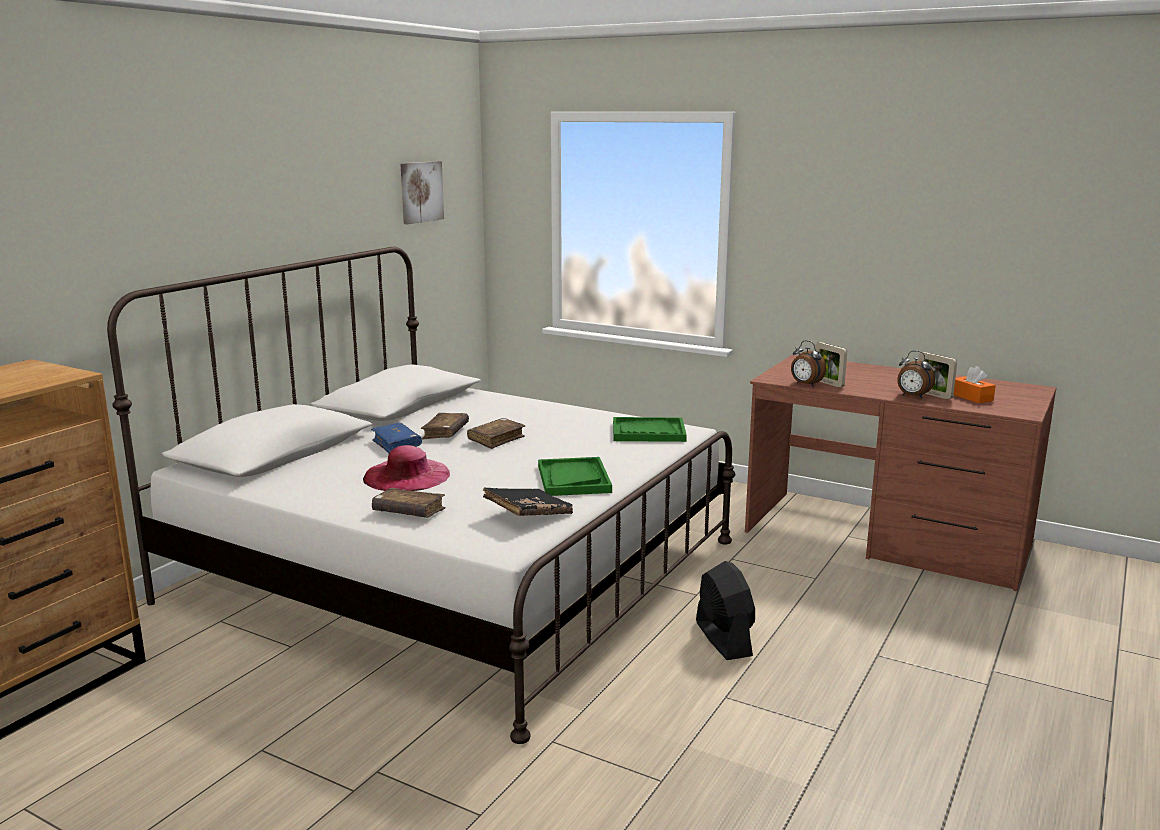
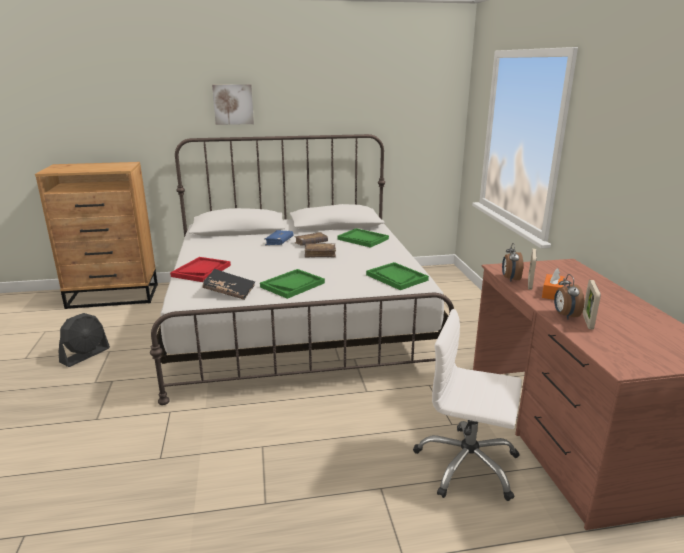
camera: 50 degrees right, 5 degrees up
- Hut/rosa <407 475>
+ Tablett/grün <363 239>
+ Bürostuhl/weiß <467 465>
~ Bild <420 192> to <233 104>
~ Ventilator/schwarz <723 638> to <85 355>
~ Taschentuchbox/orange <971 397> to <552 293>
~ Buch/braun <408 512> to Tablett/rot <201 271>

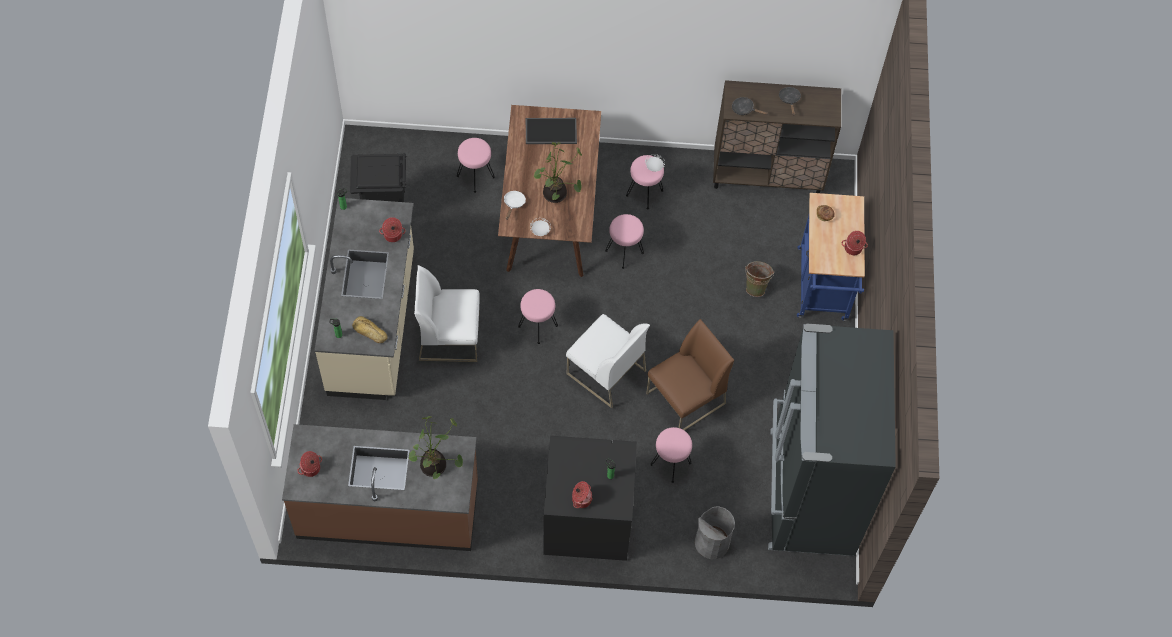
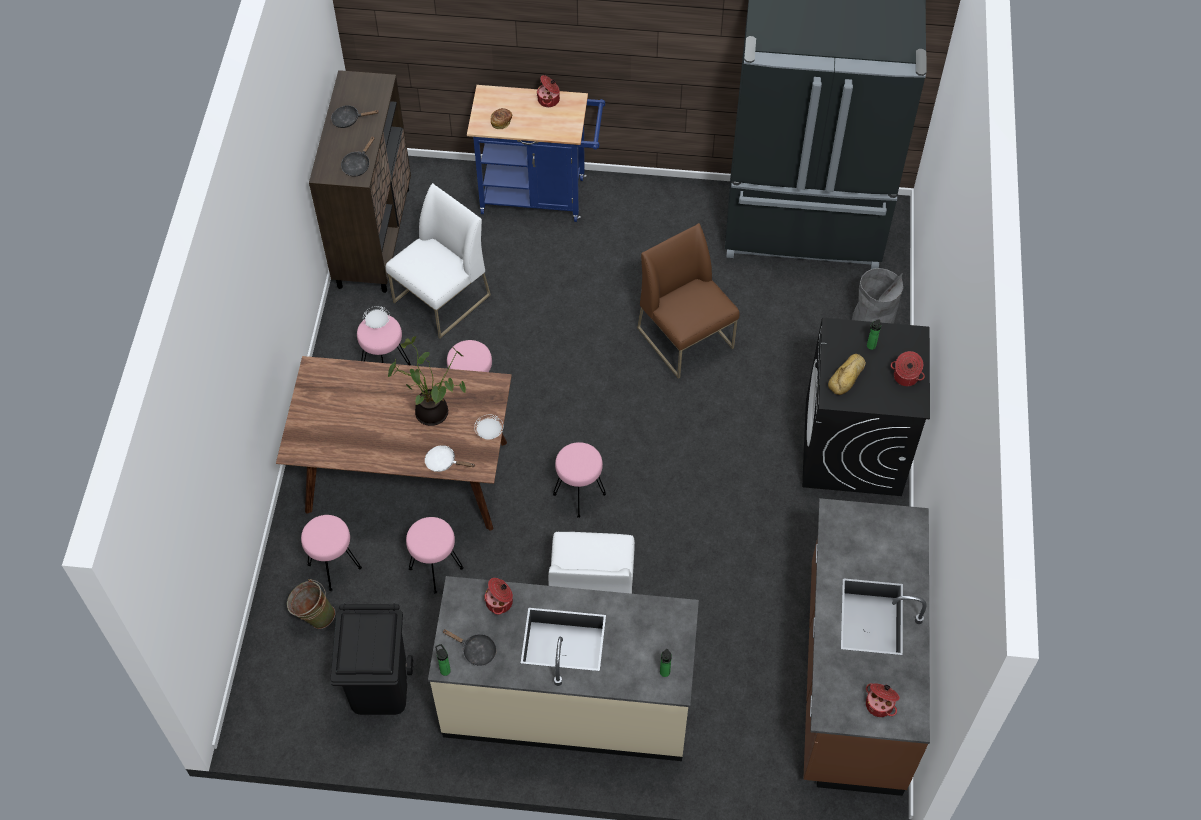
camera: 85 degrees left, 5 degrees down
- Topfpflanze <435 466>
- Tablett <550 132>
+ Pfanne/schwarz <476 651>
~ Brot <369 332> to <848 377>
~ Stuhl/weiß <605 372> to <442 299>
~ Hocker/rosa <670 463> to <435 569>
~ Eimer/grün <756 286> to <314 616>

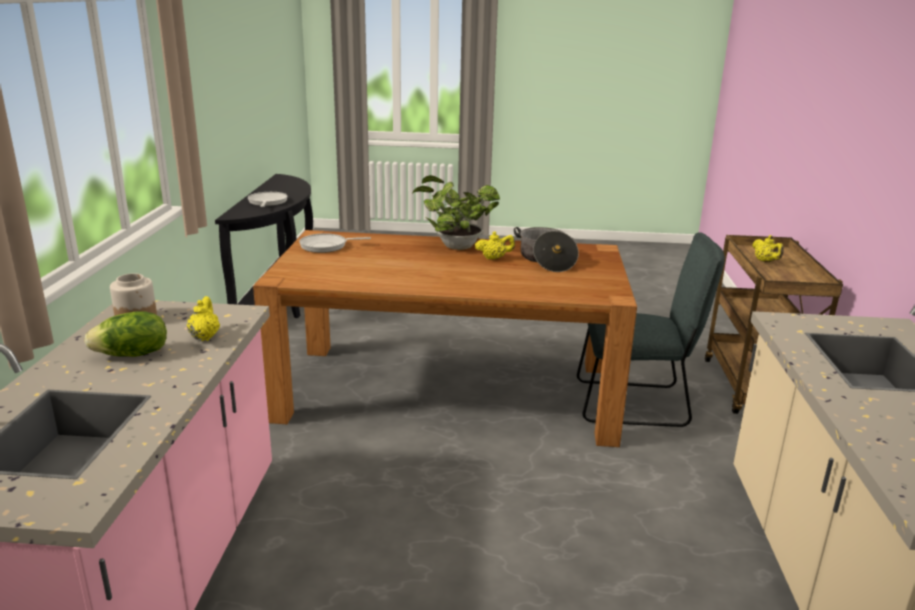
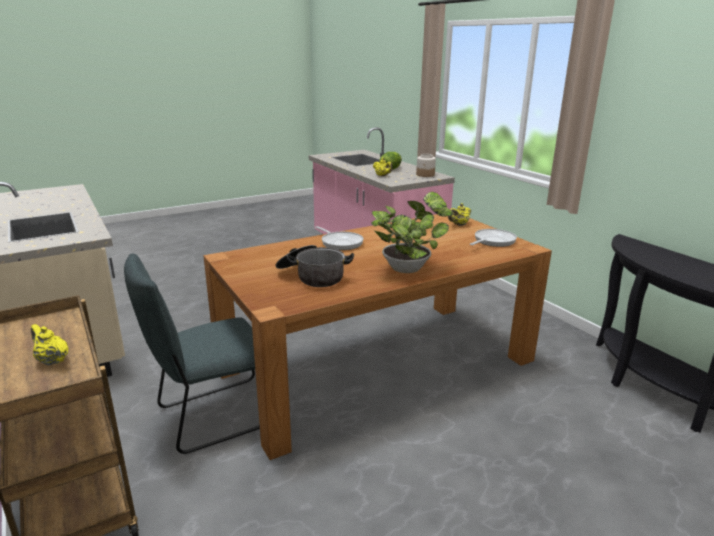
camera: 145 degrees right, 0 degrees up
~ Pfanne <267 202> to <340 243>
~ Teekanne/gelb <494 258> to <459 225>

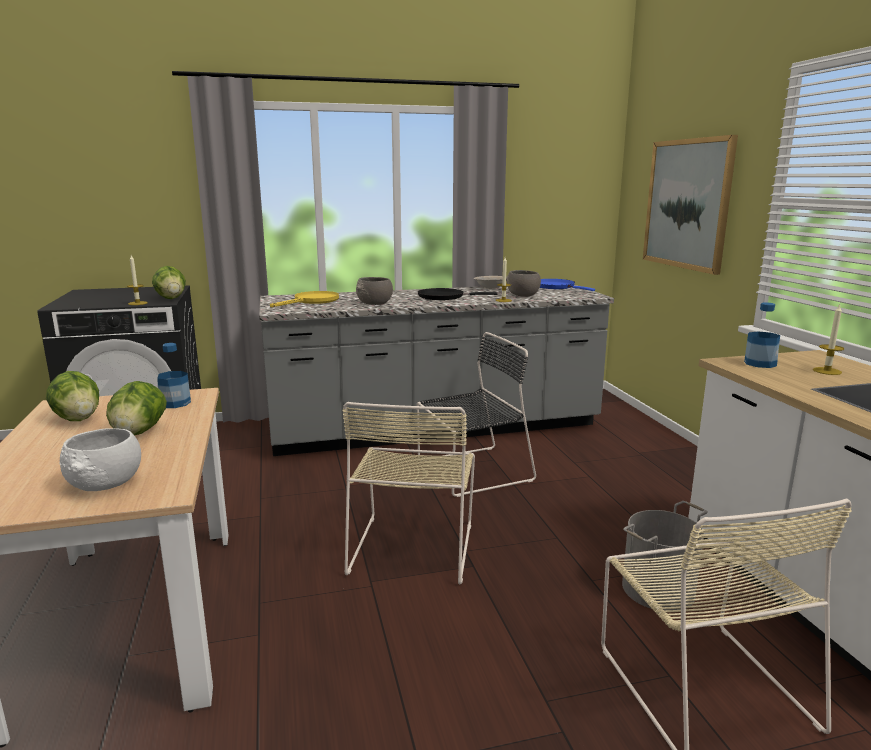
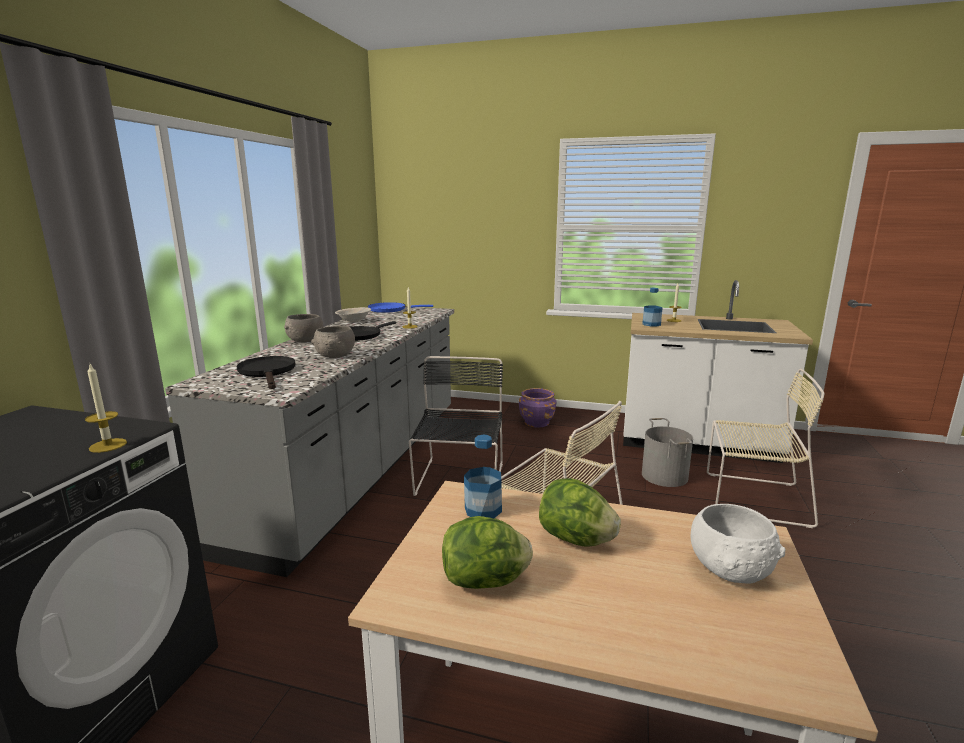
camera: 60 degrees left, 0 degrees up
- Salatkopf <171 298>
- Bild <687 204>
+ Pflanzkübel/lila <537 422>
~ Schüssel/grau <522 295> to <305 340>
~ Pfanne/gelb <312 301> to Pfanne/schwarz <268 372>

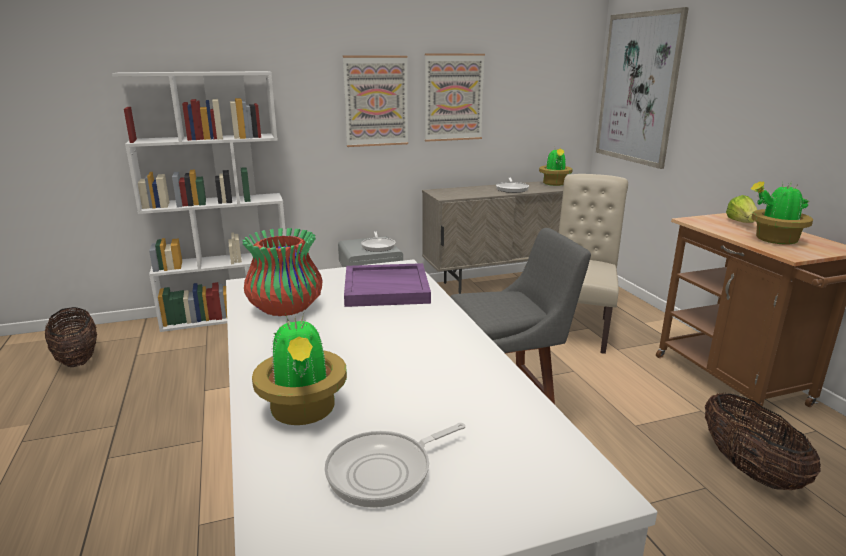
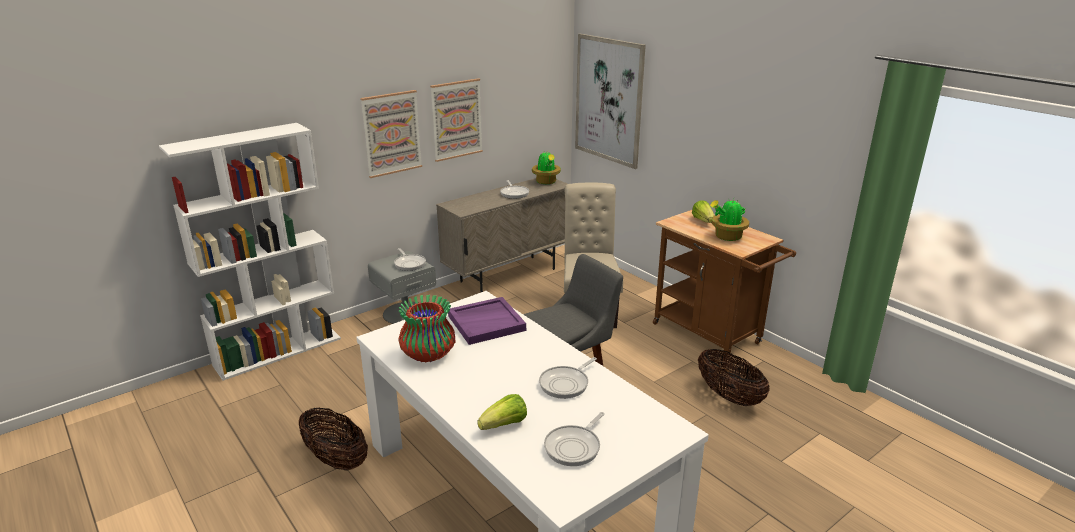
camera: 20 degrees left, 5 degrees up
+ Pfanne <566 384>
~ Korb <77 359> to <336 459>
~ Topfpflanze <303 411> to Salatkopf <505 425>

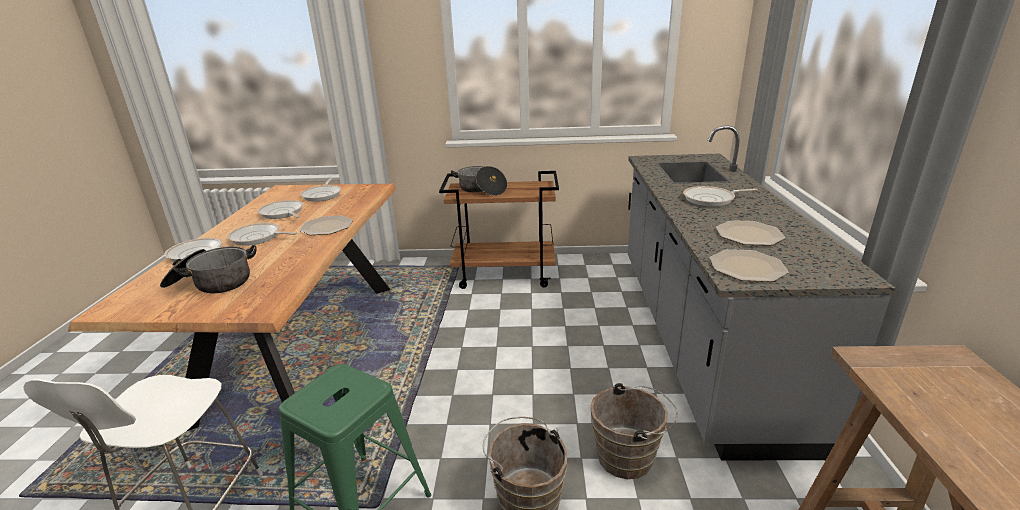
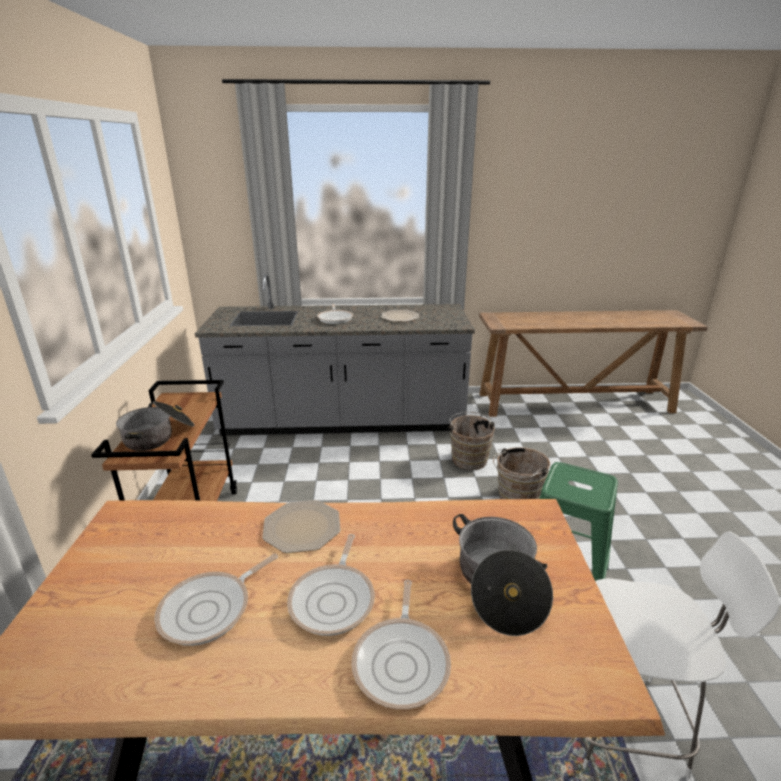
camera: 95 degrees left, 0 degrees up
- Pfanne <323 195>
- Teller <746 267>

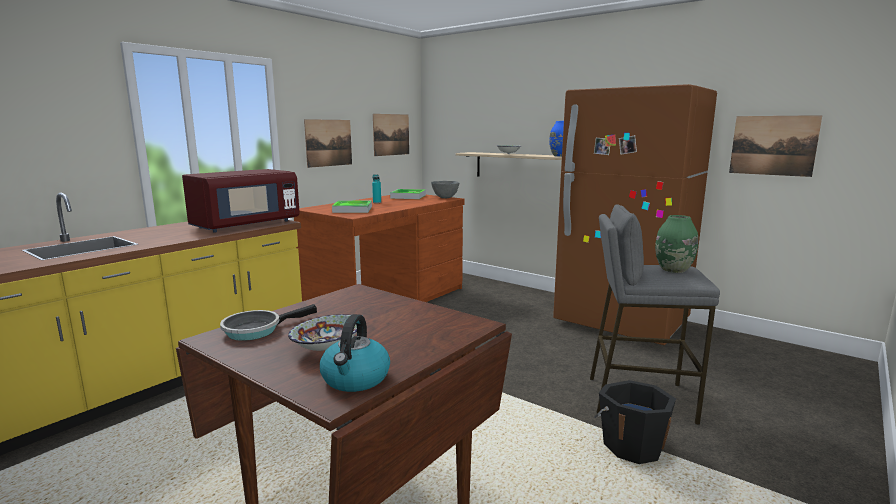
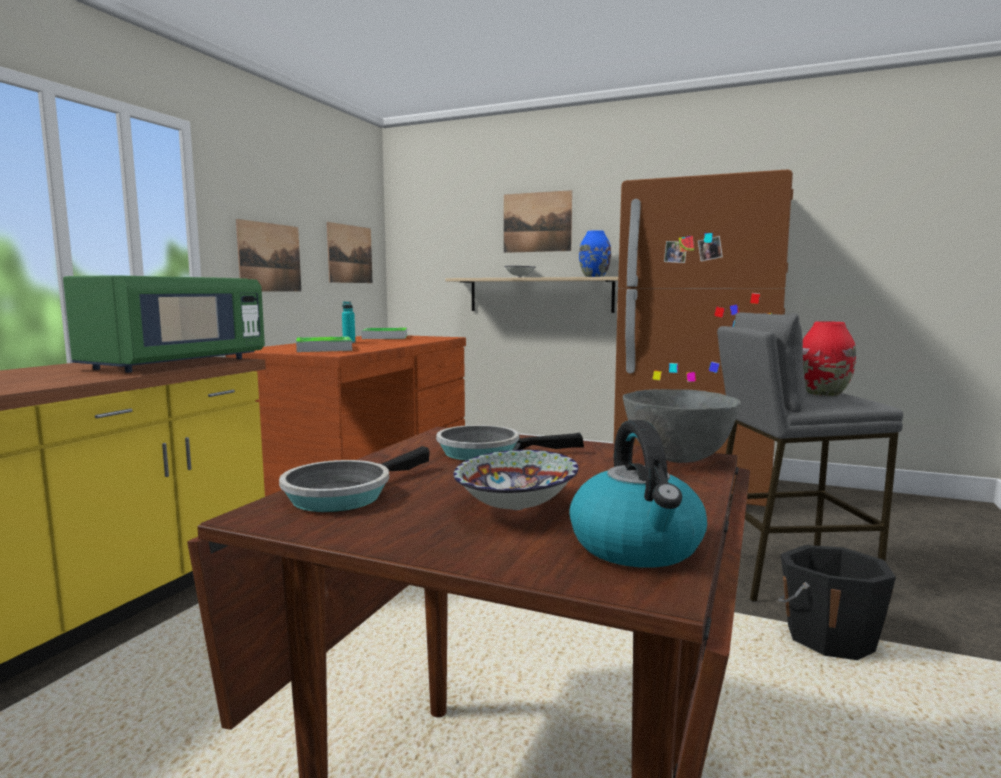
camera: 15 degrees left, 5 degrees down
+ Pfanne <486 452>
~ Schüssel/grau <445 197> to <678 458>
~ Bild <773 145> to <537 222>
~ Mikrowelle/rot <245 225> to Mikrowelle/grün <175 364>
~ Vase/grün <673 270> to Vase/rot <823 394>

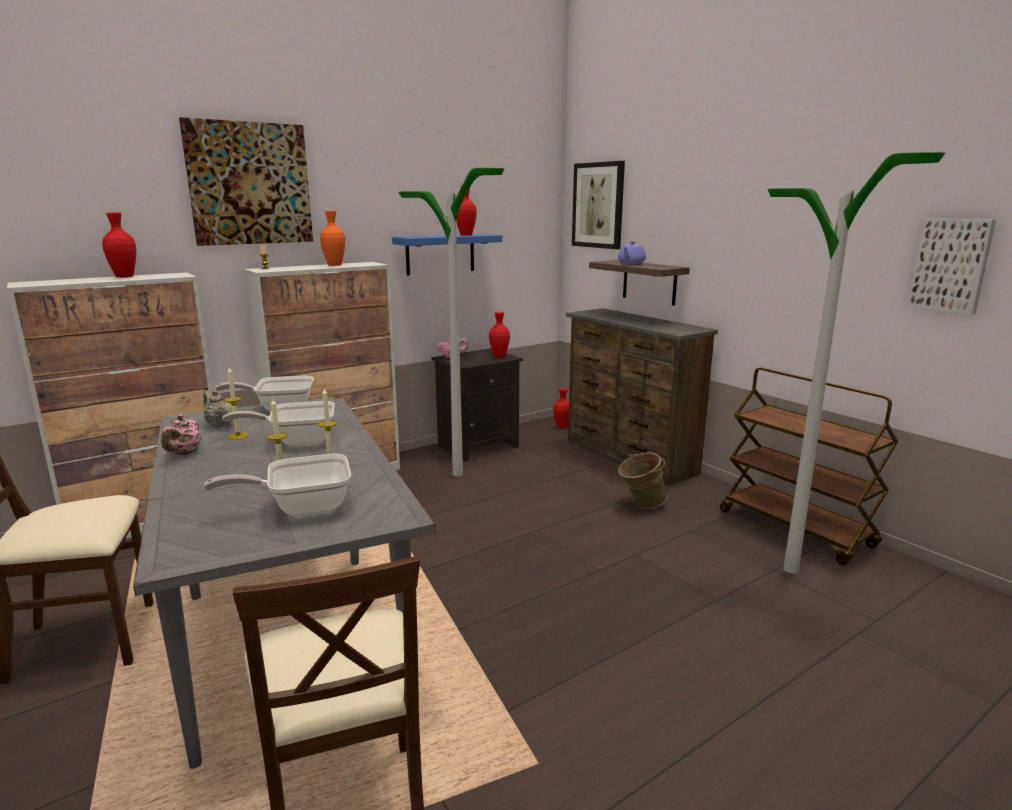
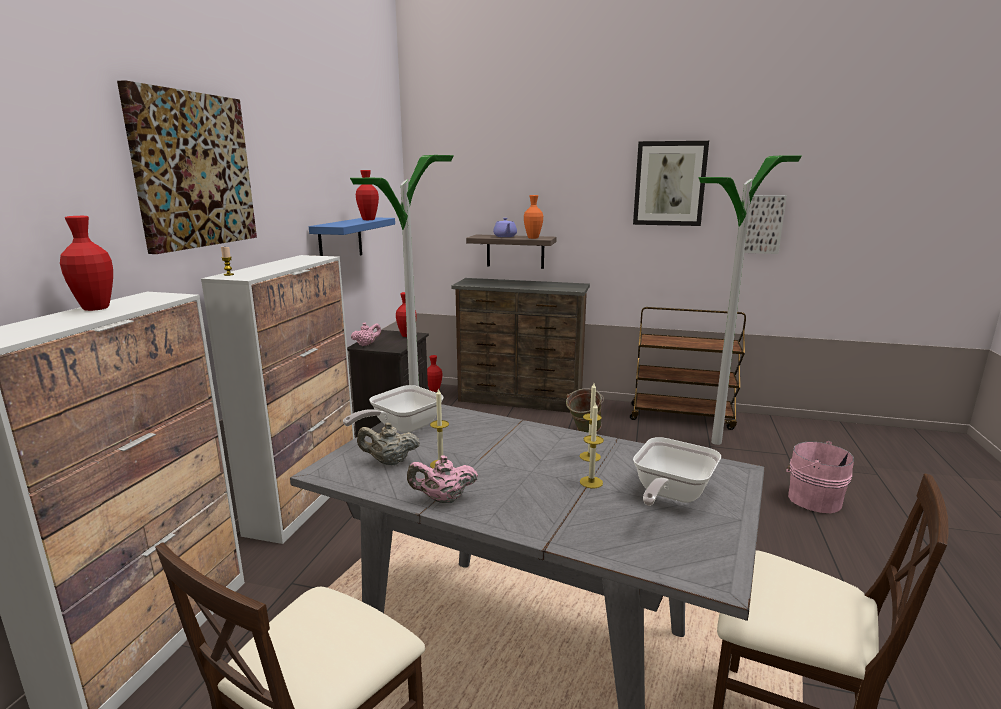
camera: 40 degrees left, 0 degrees up
- Pfanne <296 440>
+ Eimer/rosa <812 498>
~ Vase/orange <334 265> to <533 238>
~ Bild <598 205> to <669 183>
~ Teekanne/rosa <184 454> = <443 499> 120 degrees clockwise

